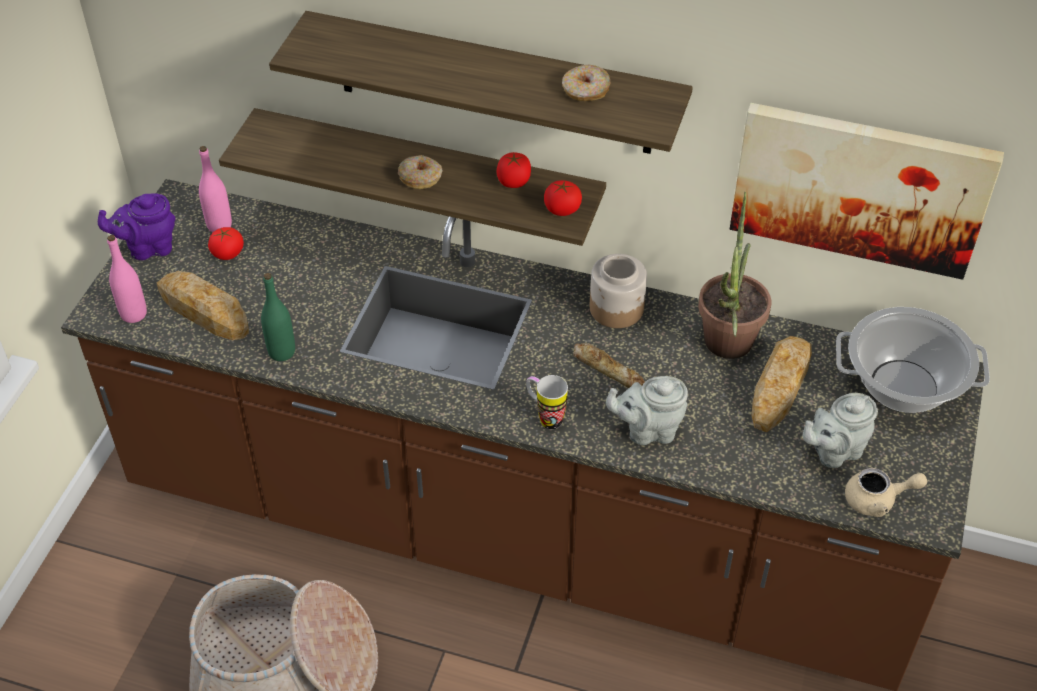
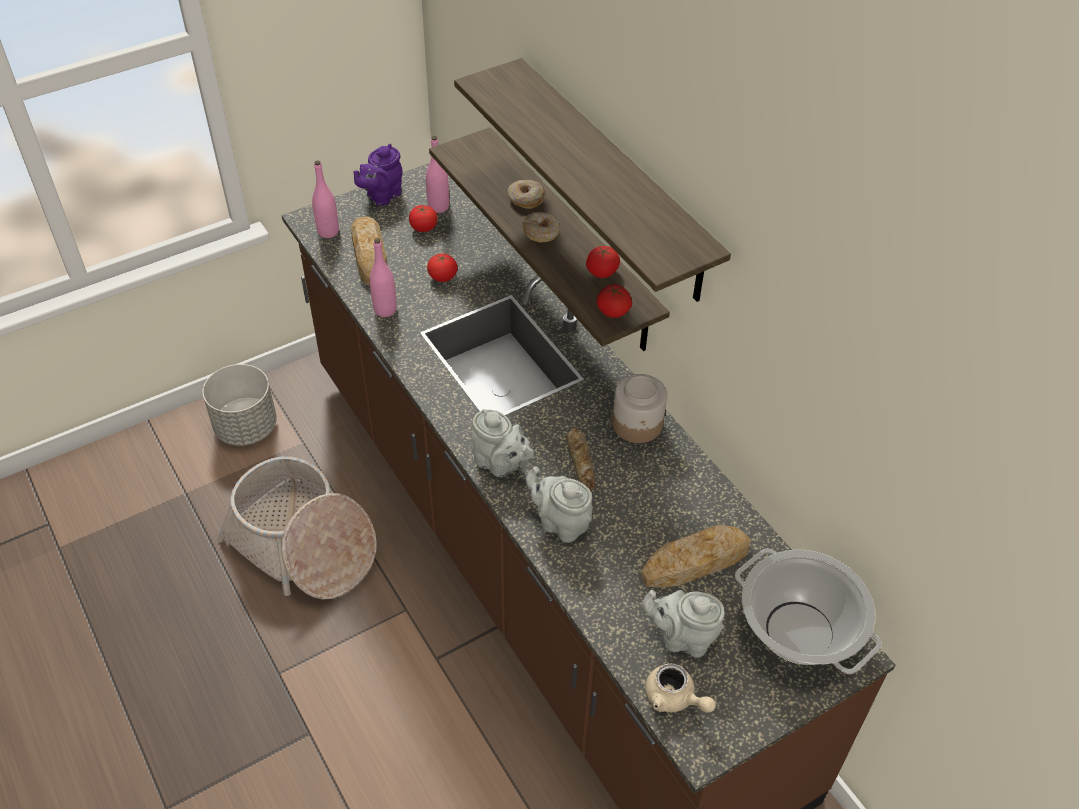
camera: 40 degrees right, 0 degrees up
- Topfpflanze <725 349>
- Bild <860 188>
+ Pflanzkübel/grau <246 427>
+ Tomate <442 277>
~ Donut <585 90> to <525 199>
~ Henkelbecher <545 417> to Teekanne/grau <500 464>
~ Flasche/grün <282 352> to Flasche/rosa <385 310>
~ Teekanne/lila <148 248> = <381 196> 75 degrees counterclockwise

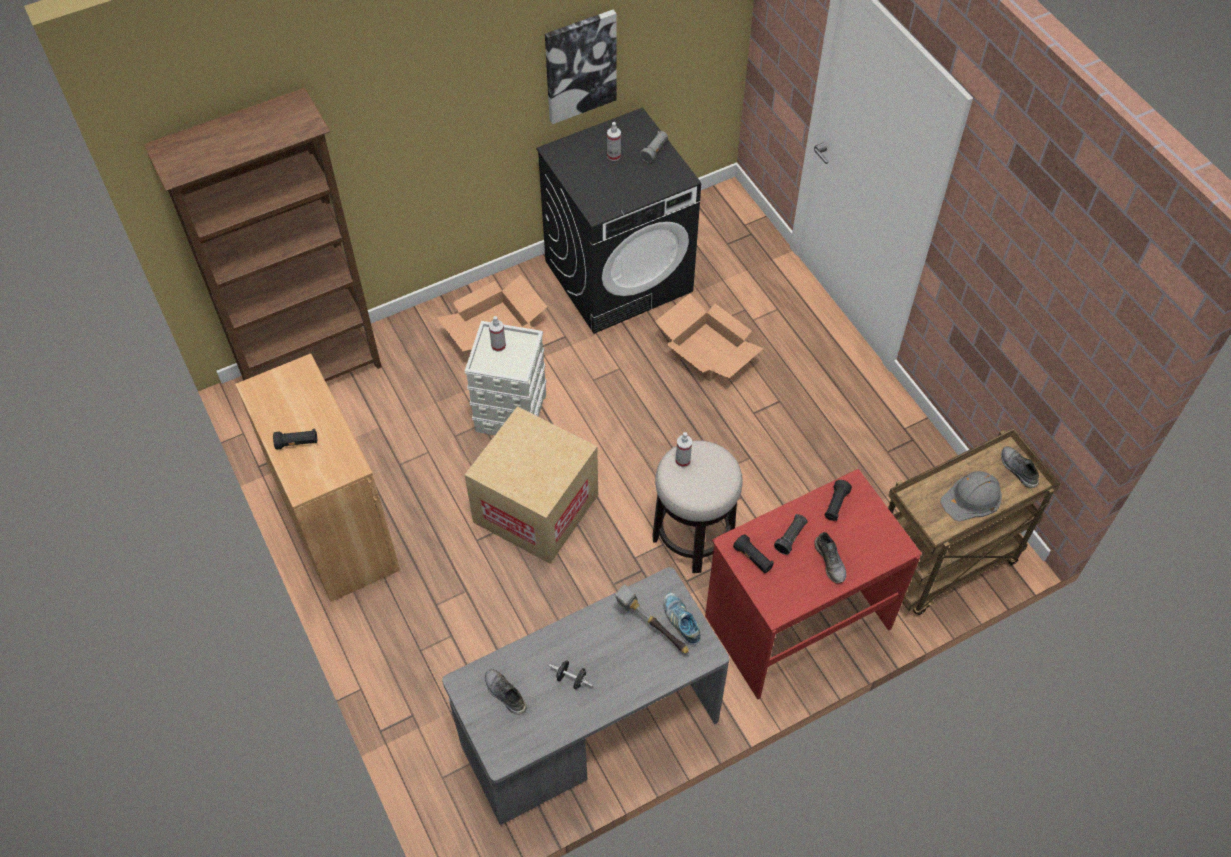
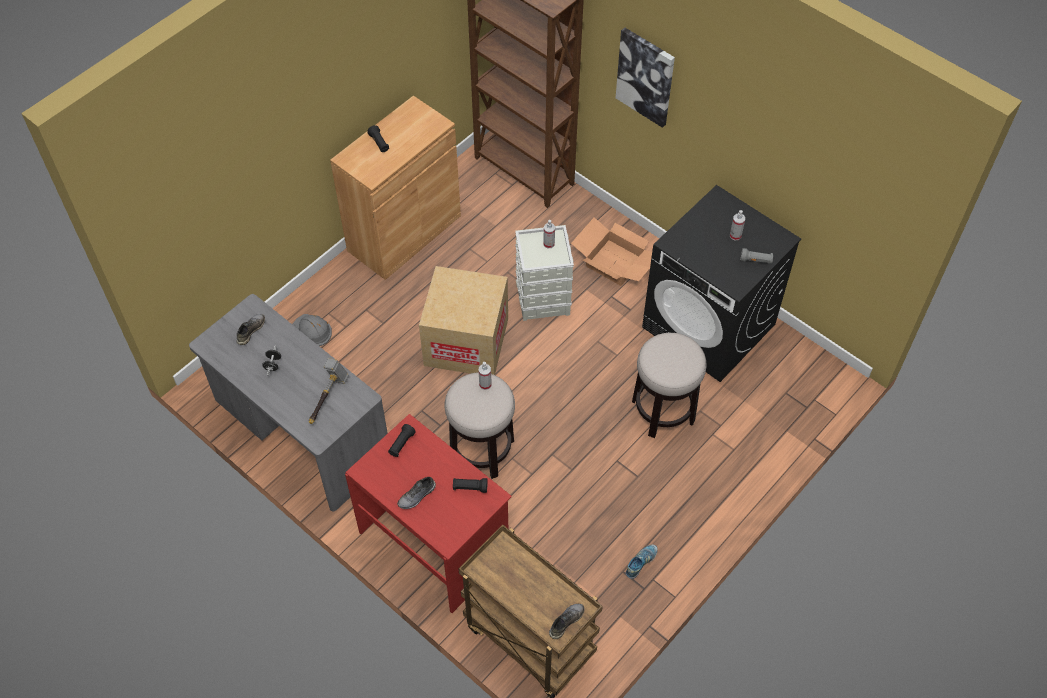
camera: 70 degrees right, 0 degrees up
- Taschenlampe/schwarz <791 537>
~ Bild <580 66> to <645 76>
~ Schuh <681 621> to <641 562>
~ Schutzhelm/grau <972 498> to <312 331>
~ Karton <708 352> to Hocker <663 411>

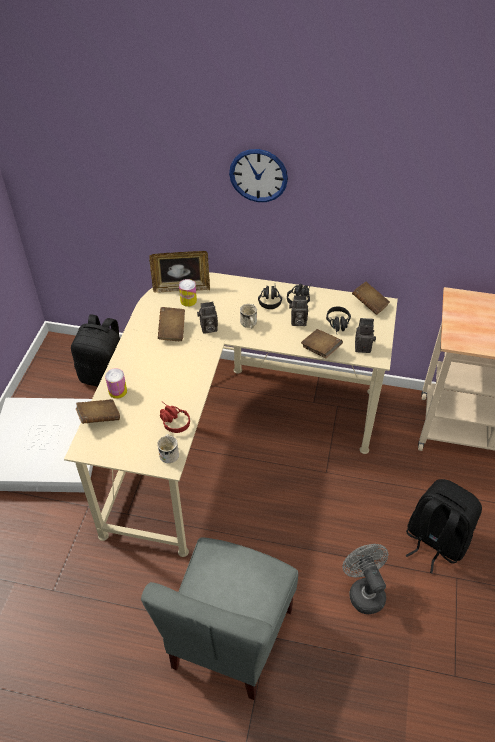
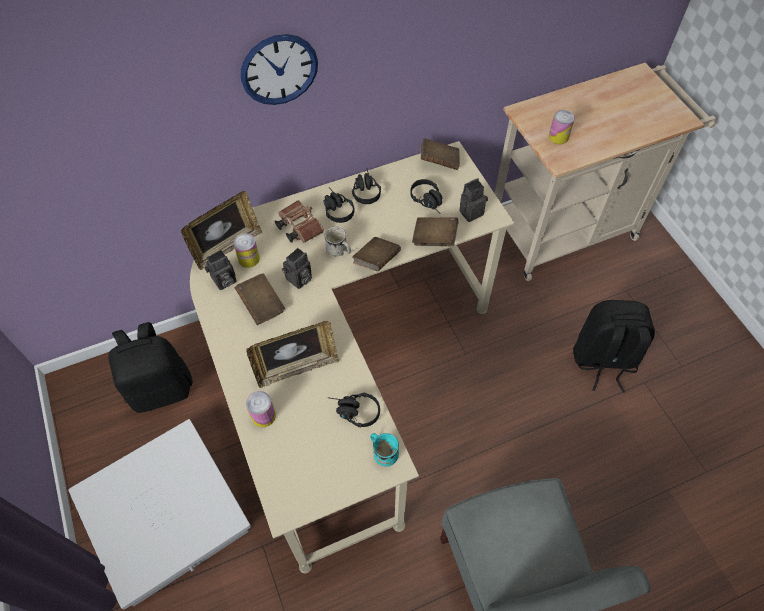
camera: 35 degrees left, 10 degrees up
- Ventilator/grau <364 591>
+ Bilderrahmen <296 367>
+ Fernglas/braun <298 227>
+ Dose <558 137>
~ Buch/braun <99 418> to <376 261>
~ Kamera <297 321> to <223 281>
~ Henkelbecher/weiß <169 453> to Henkelbecher/türkis <383 451>
~ Kopfhörer/rot <172 420> to Kopfhörer/schwarz <353 412>

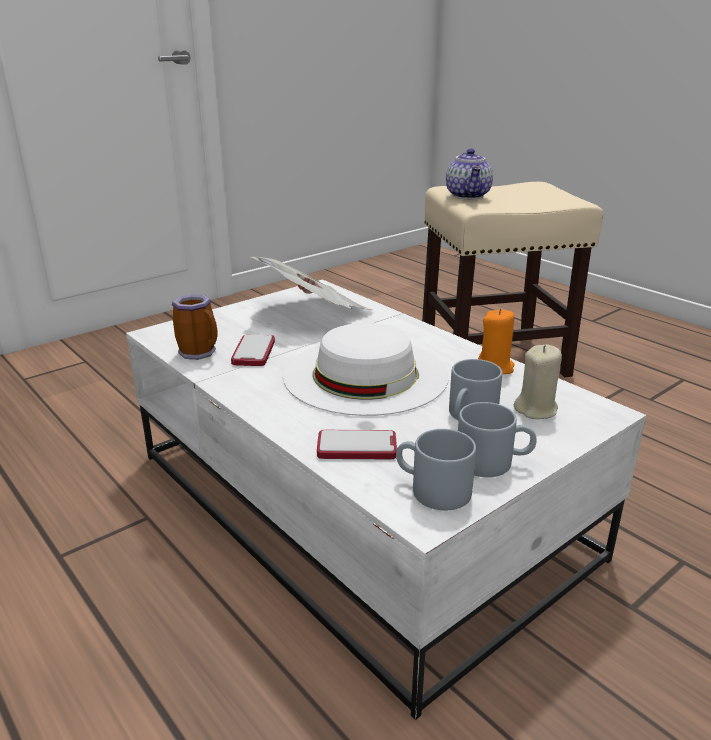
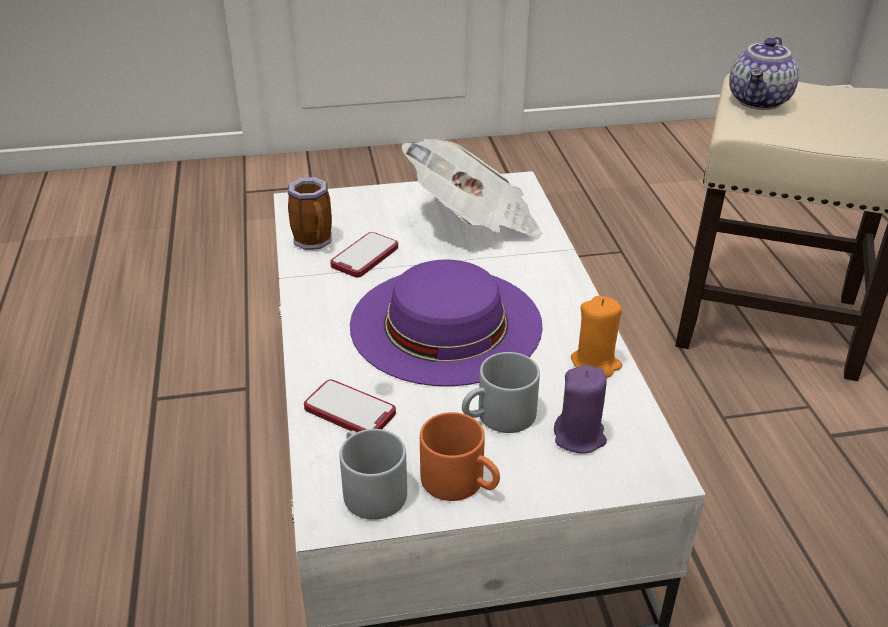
camera: 30 degrees right, 10 degrees up
~ Hut/weiß <365 374> to Hut/lila <445 323>
~ Henkelbecher/grau <493 461> to Henkelbecher/orange <462 482>
~ Kerze/beige <536 409> to Kerze/lila <579 437>

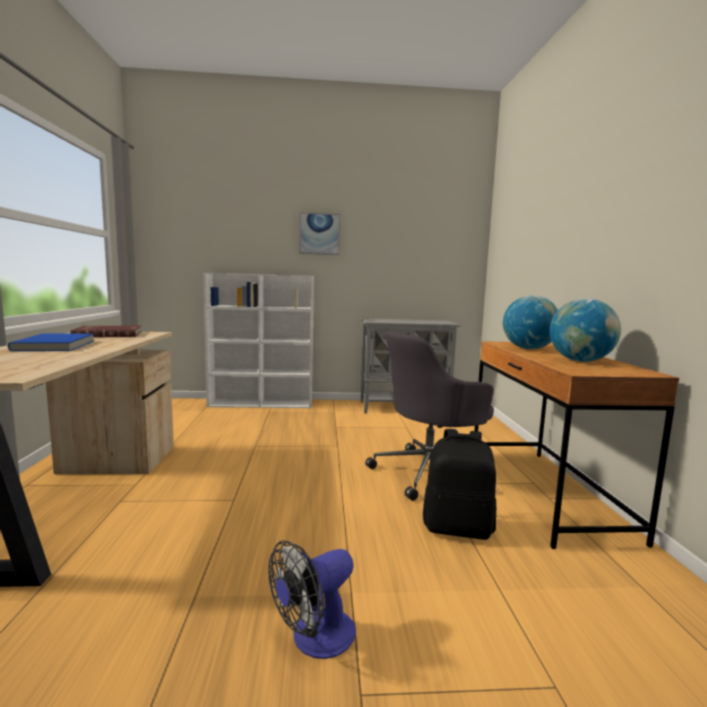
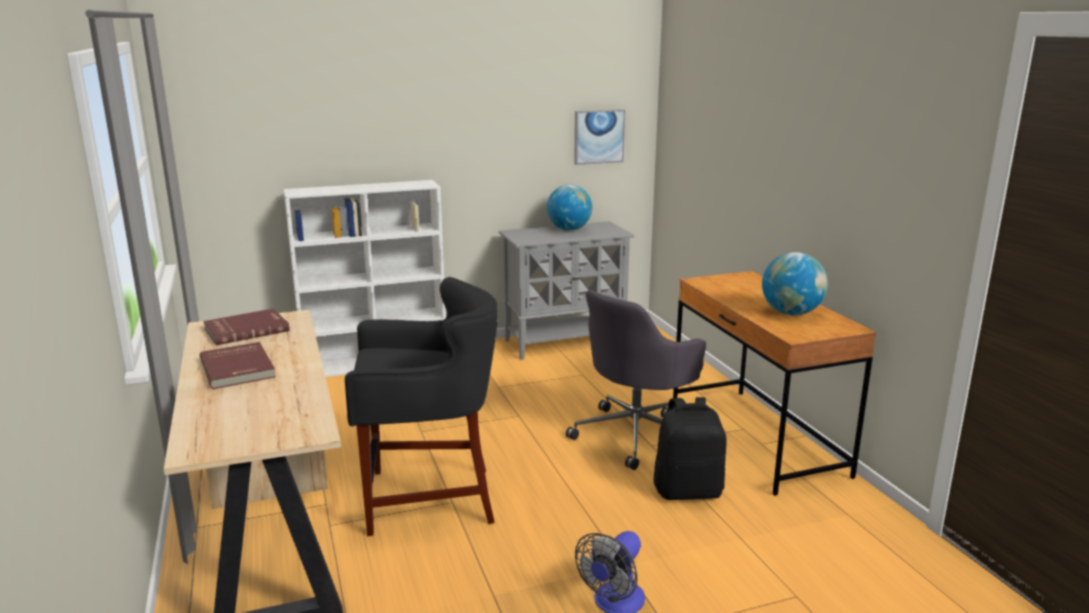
camera: 15 degrees left, 10 degrees up
+ Hocker/schwarz <428 498>
~ Bild <319 234> to <599 136>
~ Globus <528 349> to <569 229>
~ Buch/blau <57 345> to Buch/rot <239 368>

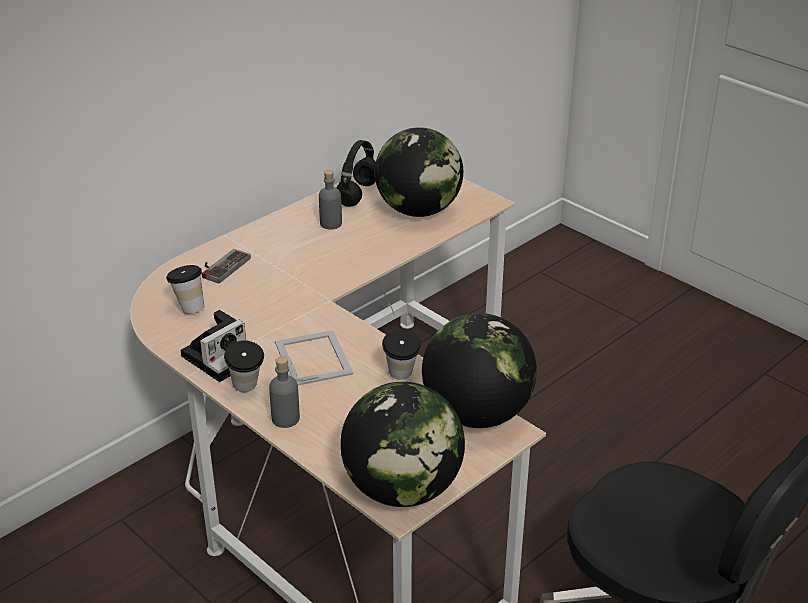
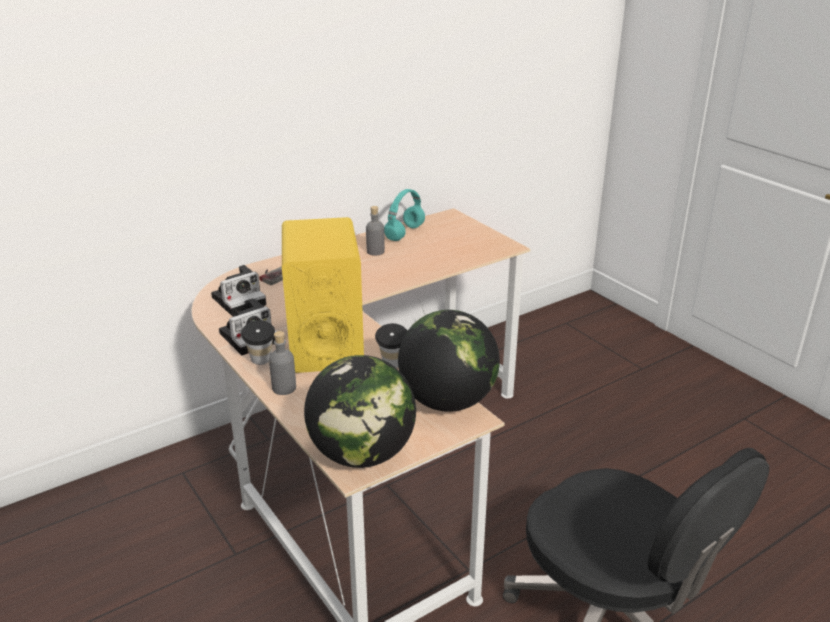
camera: 10 degrees right, 5 degrees down
- Globus <418 210>
~ Tasse <189 308> to Kamera <240 300>
~ Bilderrahmen <314 357> to Lautsprecher/gelb <325 344>
~ Kopfhörer/schwarz <358 193> to Kopfhörer/türkis <404 233>

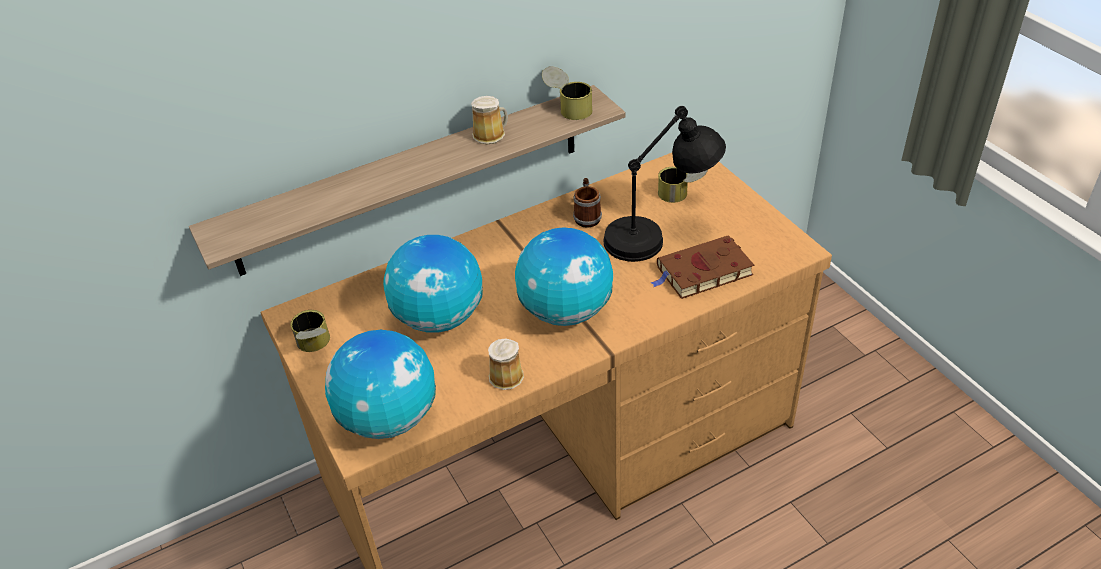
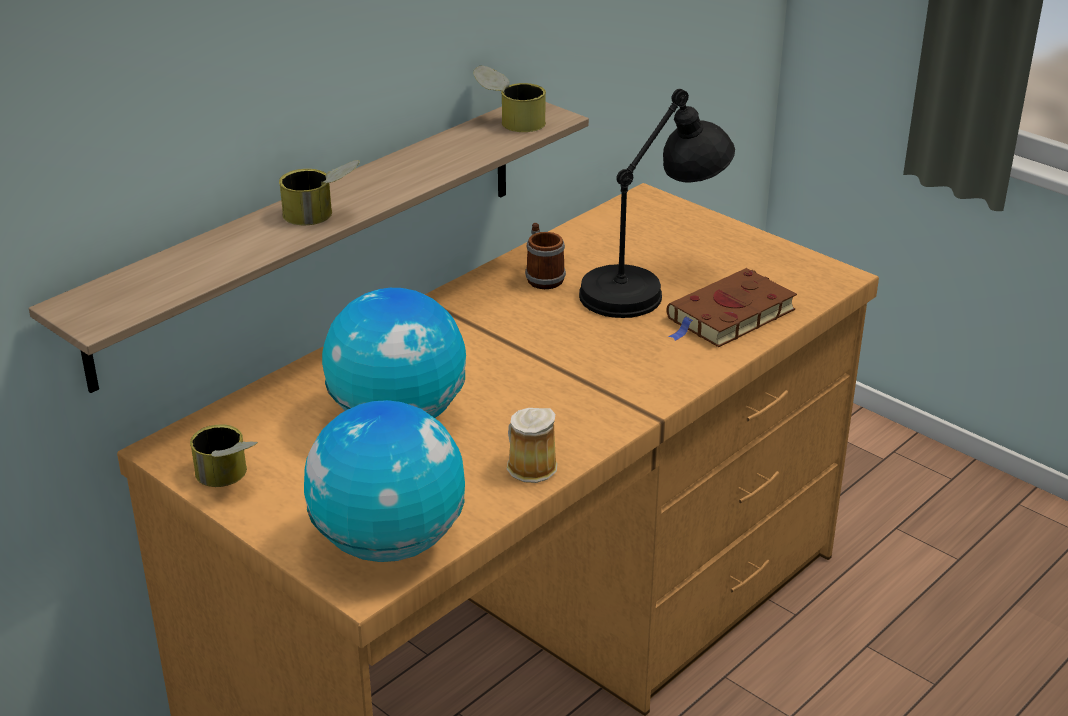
camera: 20 degrees left, 10 degrees down
- Henkelbecher <491 135>
- Globus <566 311>
~ Dose <681 196> to <322 215>

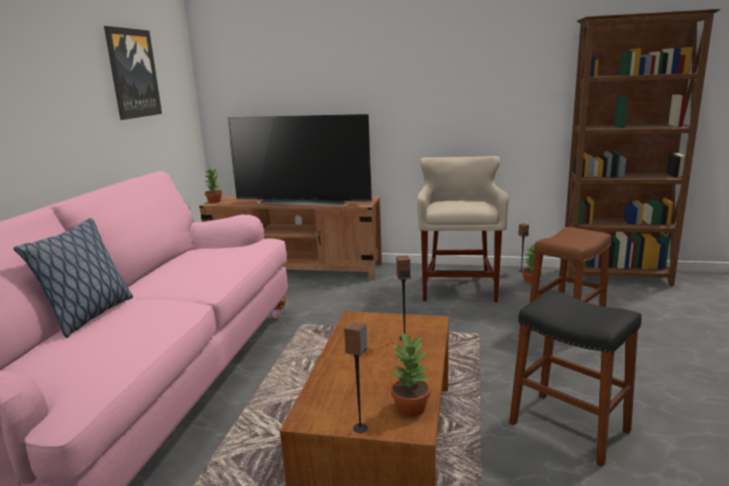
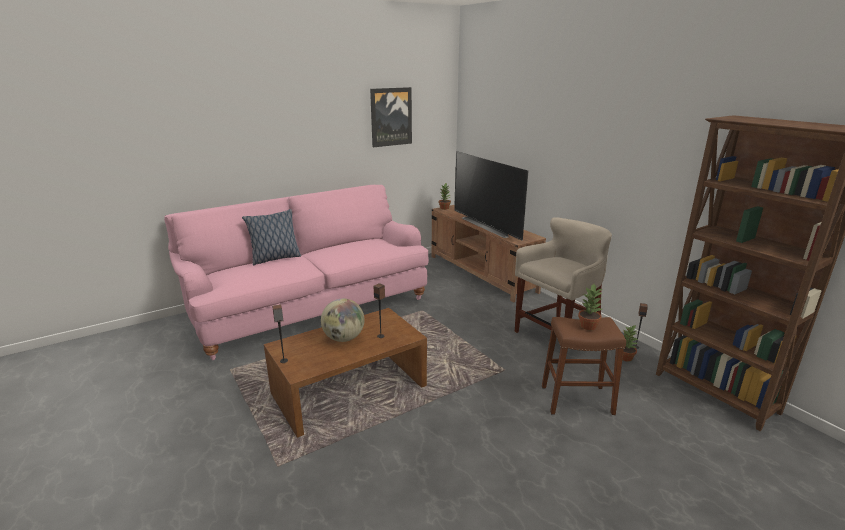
camera: 45 degrees right, 5 degrees up
- Hocker/schwarz <569 427>
+ Globus <344 338>
~ Topfpflanze <411 408> to <588 326>

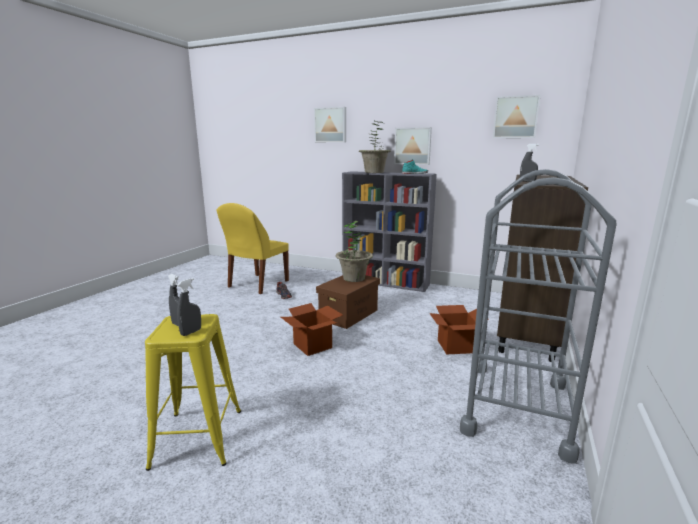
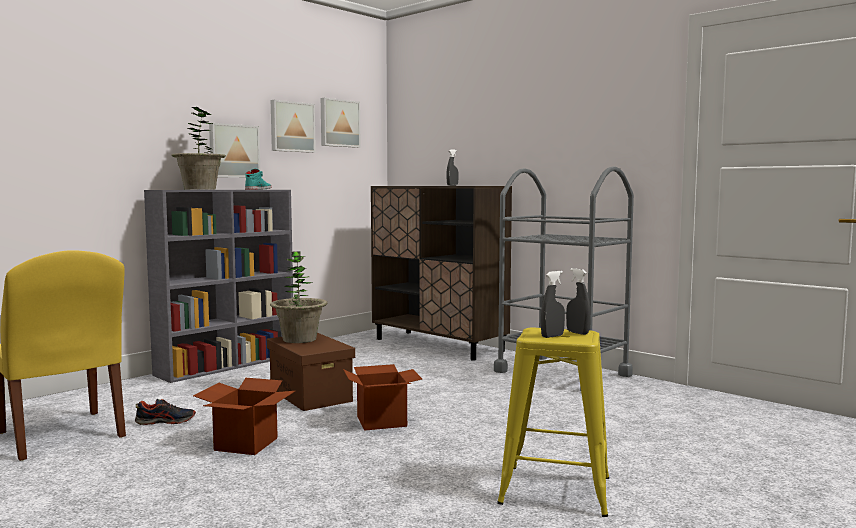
camera: 70 degrees left, 10 degrees down
~ Bild <330 125> to <291 127>
~ Karton <456 346> to <246 444>

